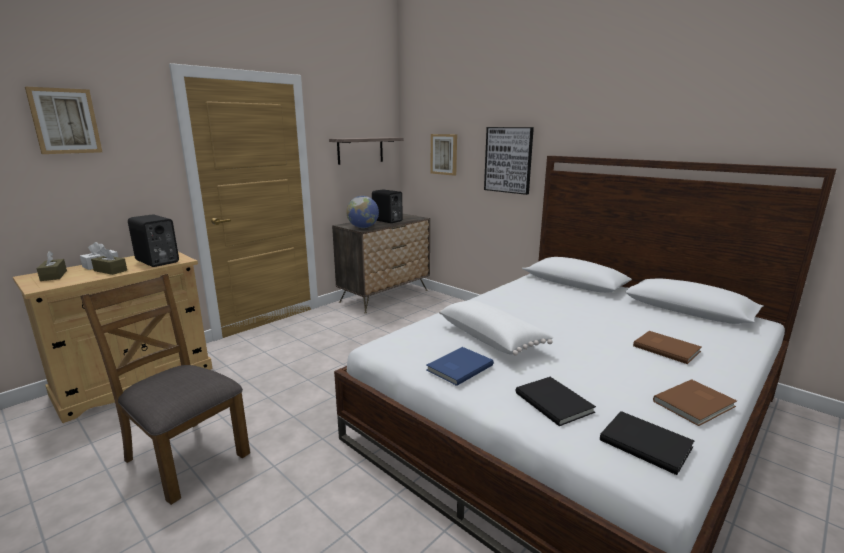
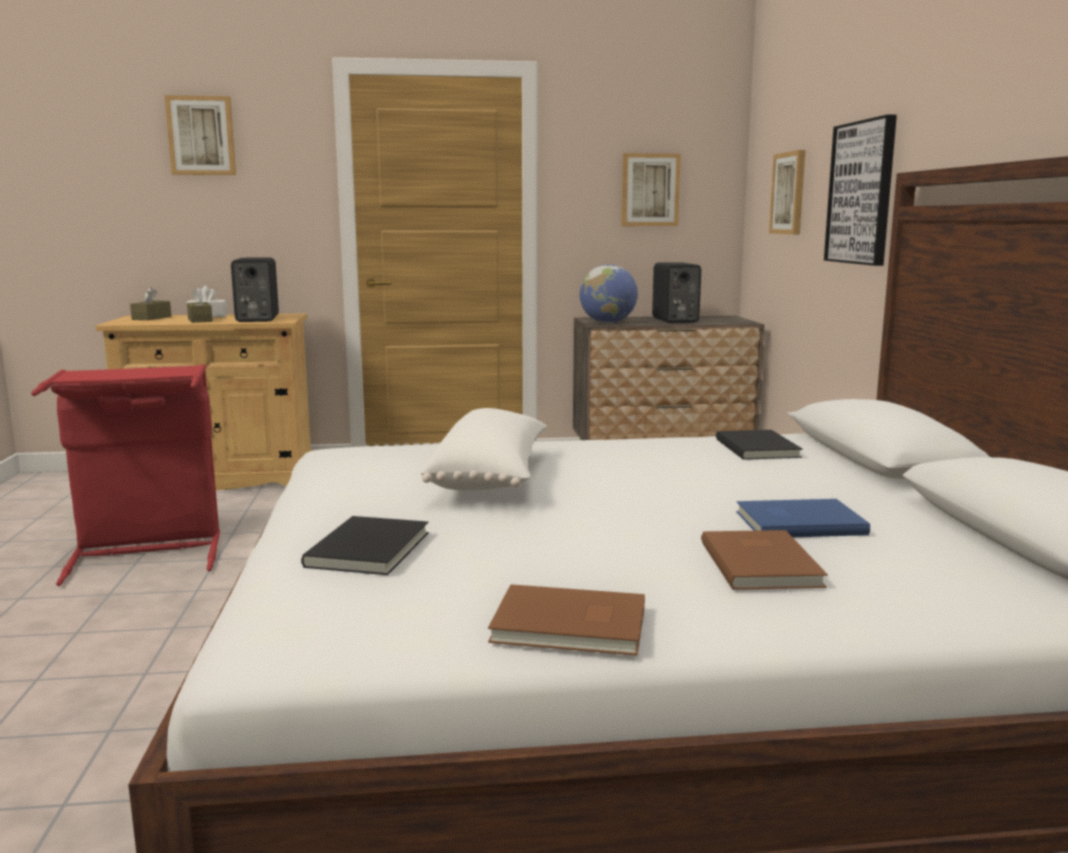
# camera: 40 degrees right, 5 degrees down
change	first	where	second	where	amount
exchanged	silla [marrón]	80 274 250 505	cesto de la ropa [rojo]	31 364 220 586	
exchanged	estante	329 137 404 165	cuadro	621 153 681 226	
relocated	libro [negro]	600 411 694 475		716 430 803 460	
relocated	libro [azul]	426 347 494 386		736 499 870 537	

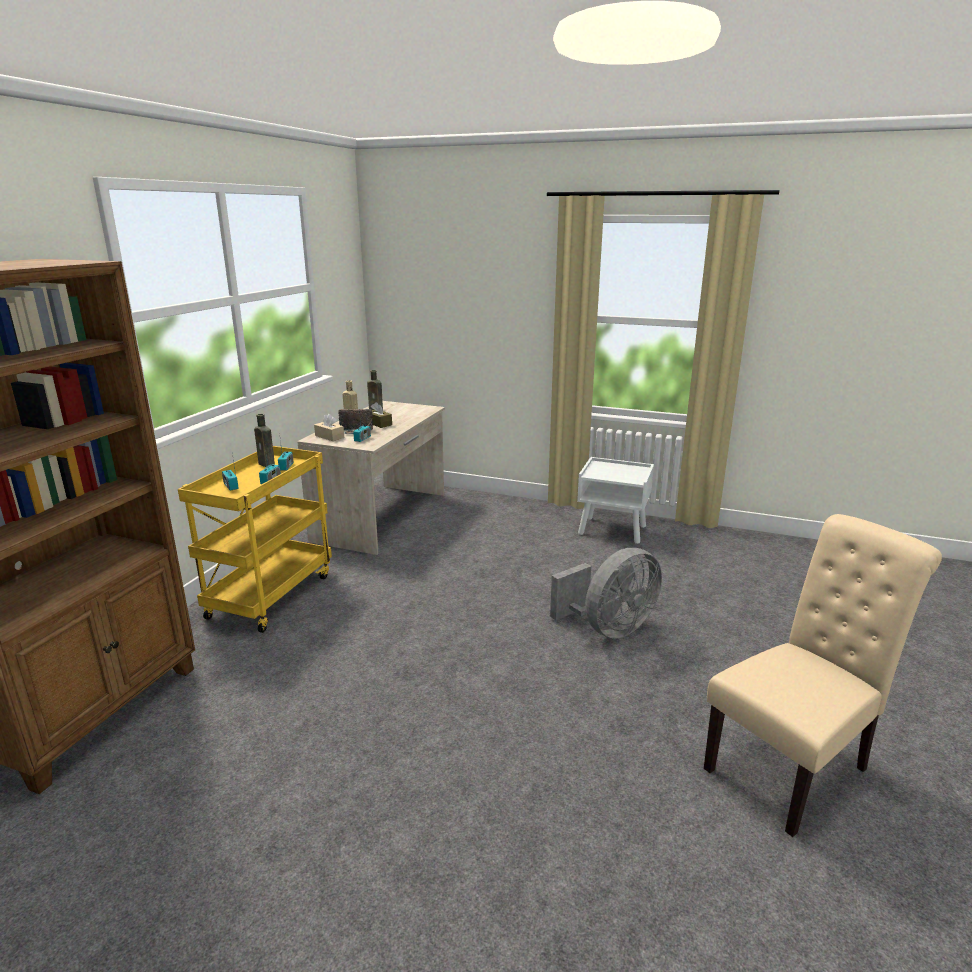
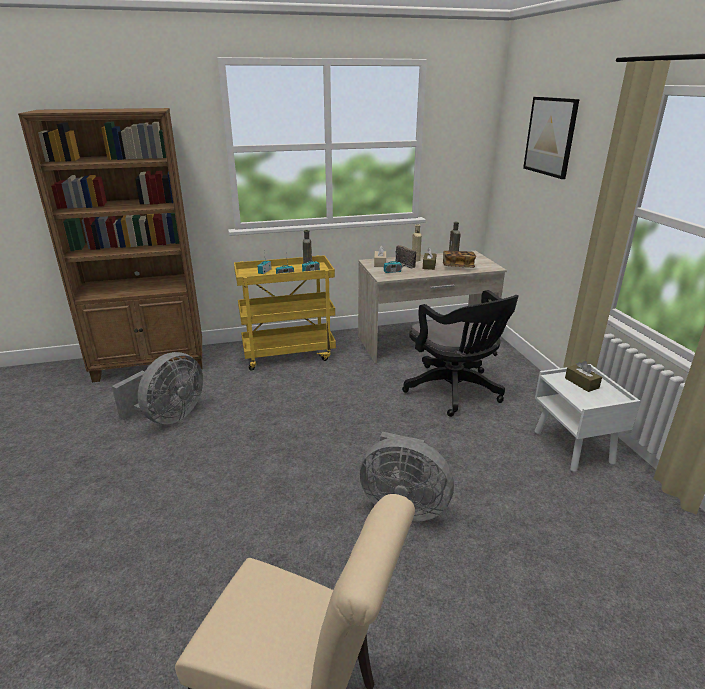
# camera: 55 degrees right, 5 degrees up
change	first	where	second	where	amount
appeared			ventilador [gris]	112 352 203 424	
appeared			silla de oficina [negro]	402 290 519 417	
appeared			libro	443 251 476 268	
appeared			cuadro	523 97 580 179	
appeared			caja de pañuelos [marrón]	565 361 602 392	

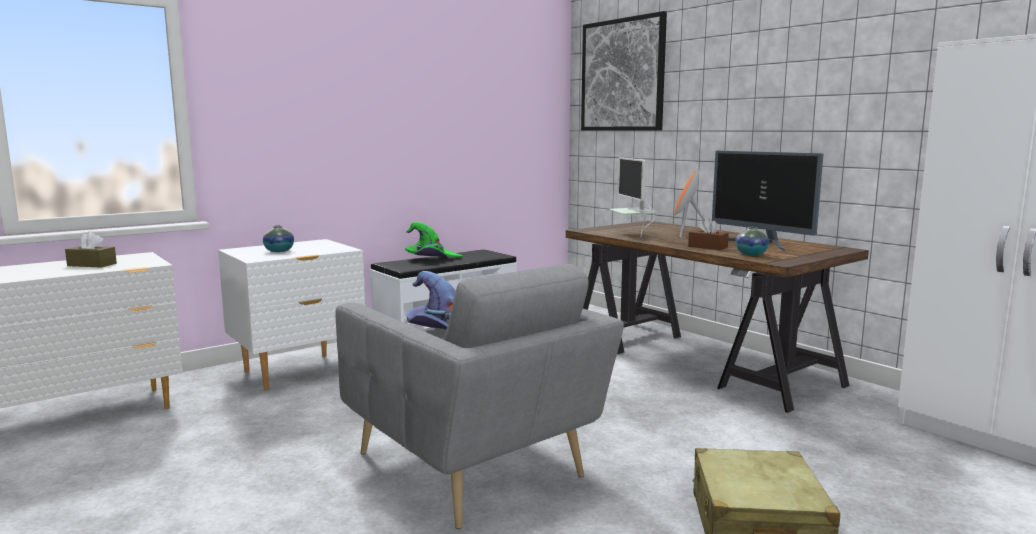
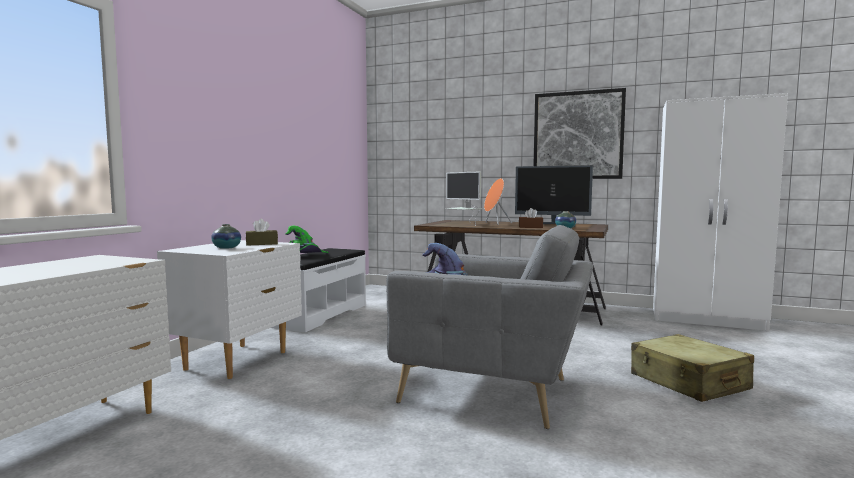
# camera: 30 degrees left, 5 degrees down
change	first	where	second	where	amount
relocated	caja de pañuelos [marrón]	65 231 117 267		246 219 278 246	
relocated	cuadro	581 11 667 131		533 88 626 179	

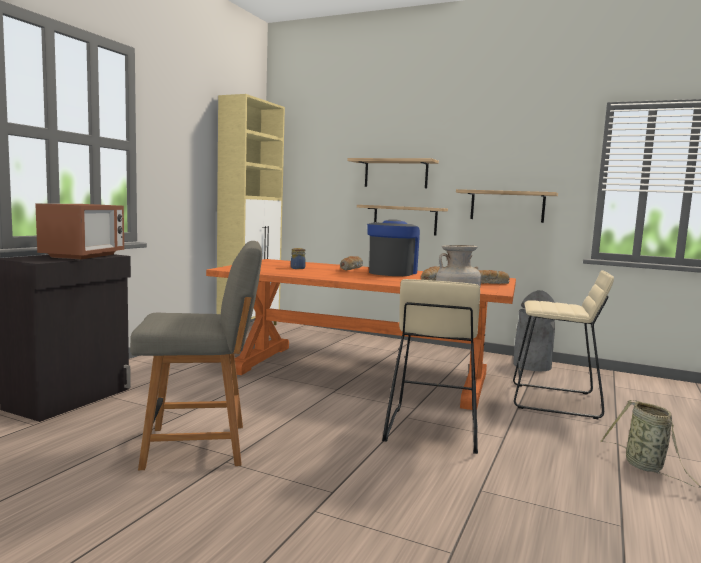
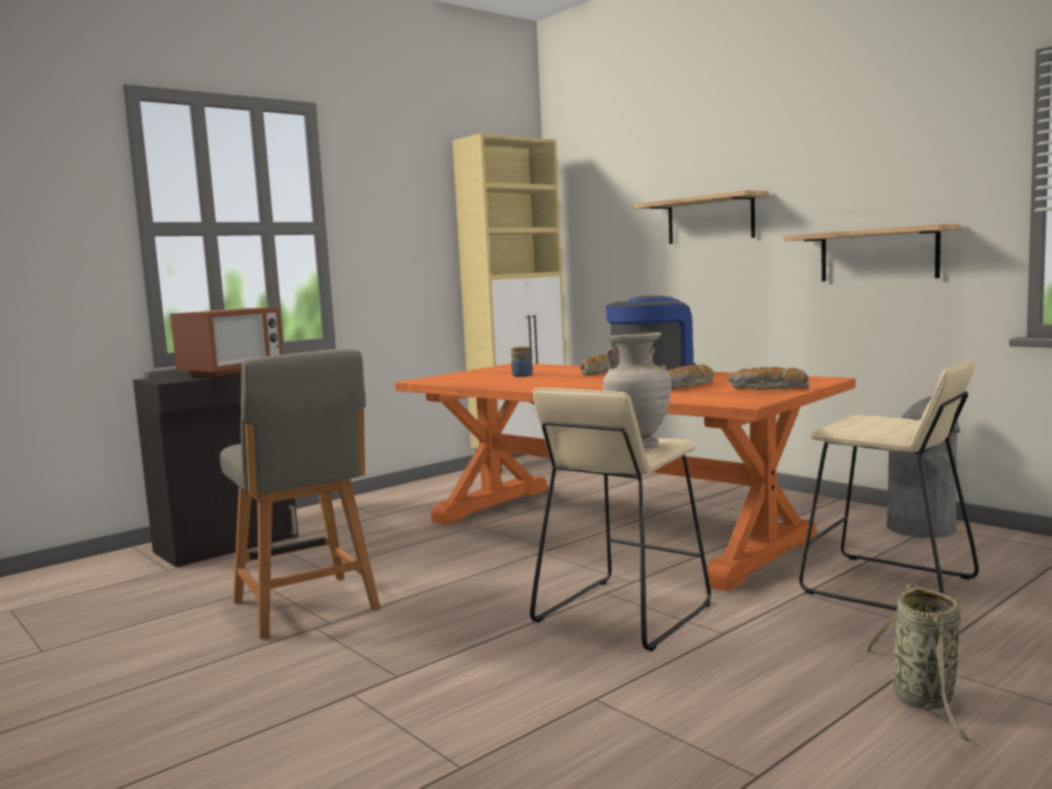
# camera: 25 degrees right, 0 degrees up
change	first	where	second	where	amount
spun	silla [gris]	130 241 262 470		220 349 381 639	45 degrees clockwise
missing	estante	357 205 448 235			

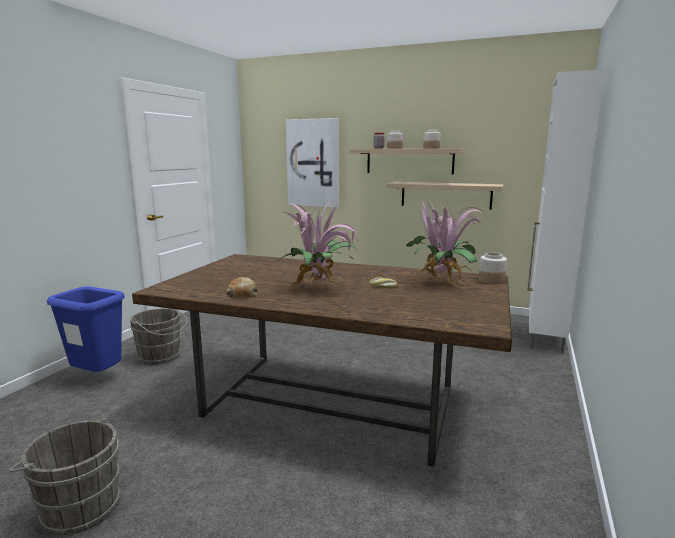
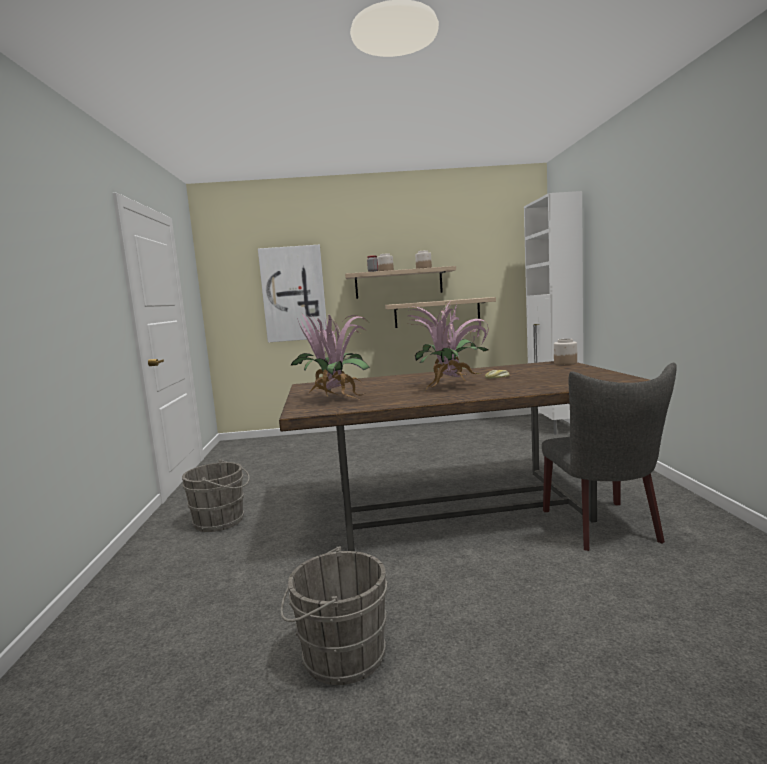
# camera: 25 degrees left, 5 degrees down
change	first	where	second	where	amount
relocated	planta en maceta	406 199 486 291		291 312 370 400	
appeared			silla [gris]	542 363 677 551	
missing	papelera [azul]	47 286 125 372			
missing	pan	226 277 257 299			

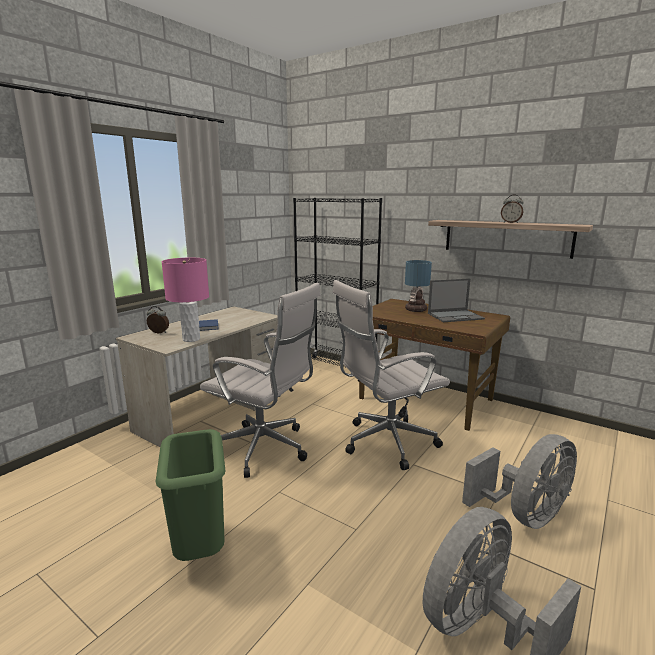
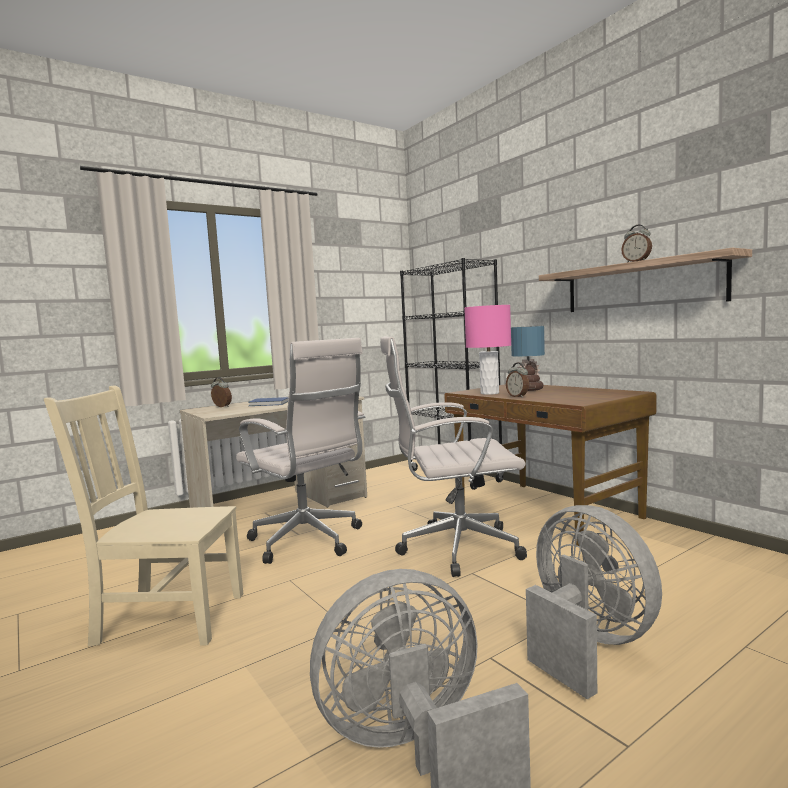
# camera: 20 degrees right, 10 degrees down
change	first	where	second	where	amount
exchanged	papelera [verde]	156 429 226 561	silla [beis]	44 385 243 646	
relocated	lámpara de mesa [rosa]	161 258 209 342		464 305 511 395	
appeared			despertador	506 363 529 398	
spun	ventilador [gris]	462 434 577 529		526 505 662 699	105 degrees counterclockwise
missing	portátil	428 279 485 322			

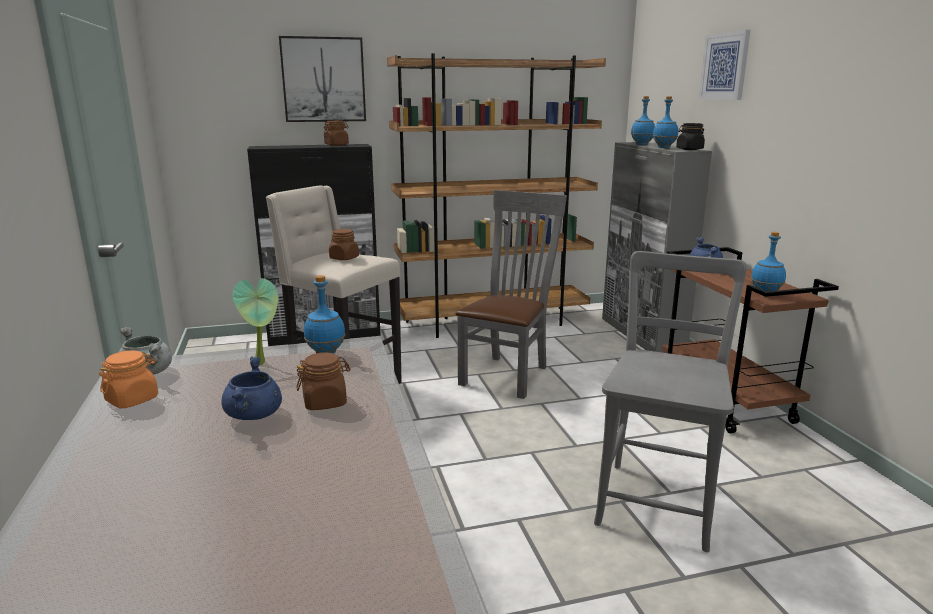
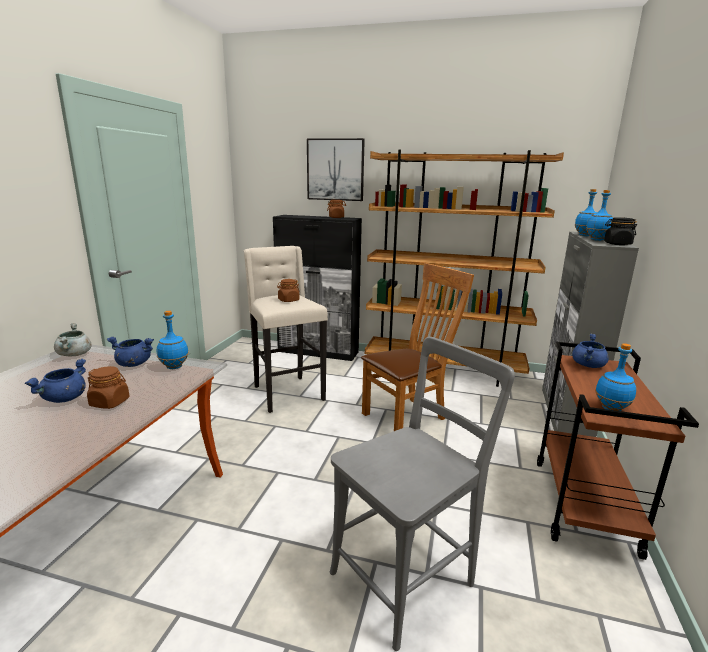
# camera: 30 degrees right, 0 degrees up
change	first	where	second	where	amount
exchanged	planta en maceta	232 278 278 365	olla [azul]	107 337 154 367	
colour	silla [gris]	455 190 567 399	silla [marrón]	361 263 474 431	
missing	tarro [naranja]	99 350 158 408			
missing	cuadro	699 30 751 100			

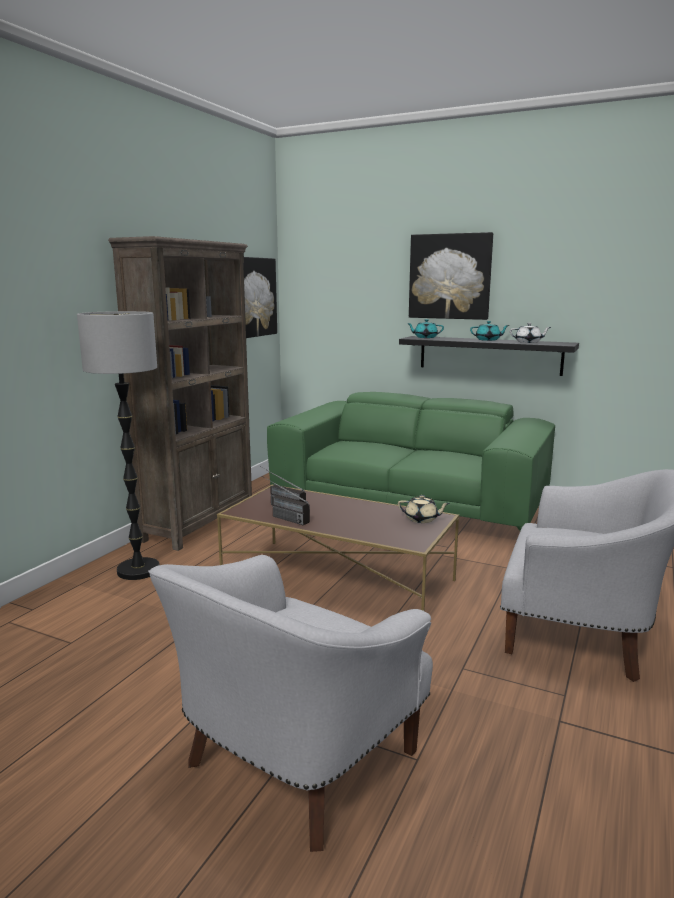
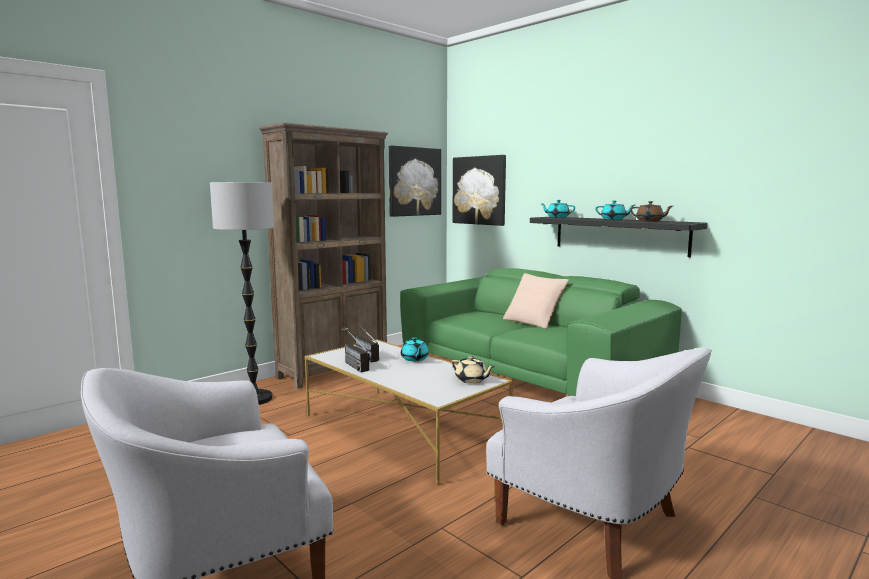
# camera: 20 degrees right, 5 degrees down
change	first	where	second	where	amount
colour	mesa de centro [marrón]	217 485 459 611	mesa de centro [blanco]	304 339 513 486	
appeared			tetera [turquesa]	401 337 429 361	
relocated	cuadro	409 232 493 320		452 155 506 226	
appeared			cojín [beis]	503 273 569 329	
colour	tetera [blanco]	510 323 551 343	tetera [marrón]	630 201 673 222	

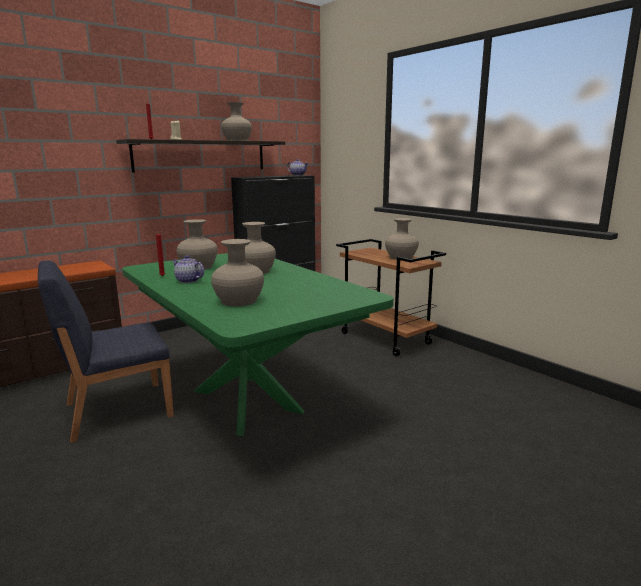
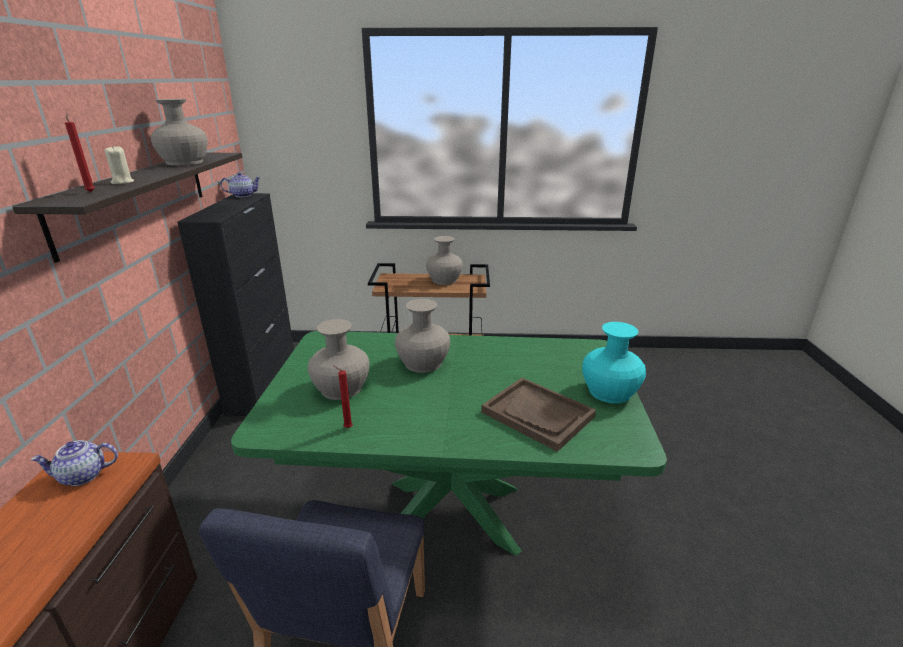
# camera: 50 degrees left, 10 degrees up
change	first	where	second	where	amount
relocated	tetera	172 255 204 283		30 440 118 486	
exchanged	florero [beis]	211 239 264 306	bandeja [marrón]	481 378 596 452	
appeared			florero [turquesa]	582 322 646 403	

